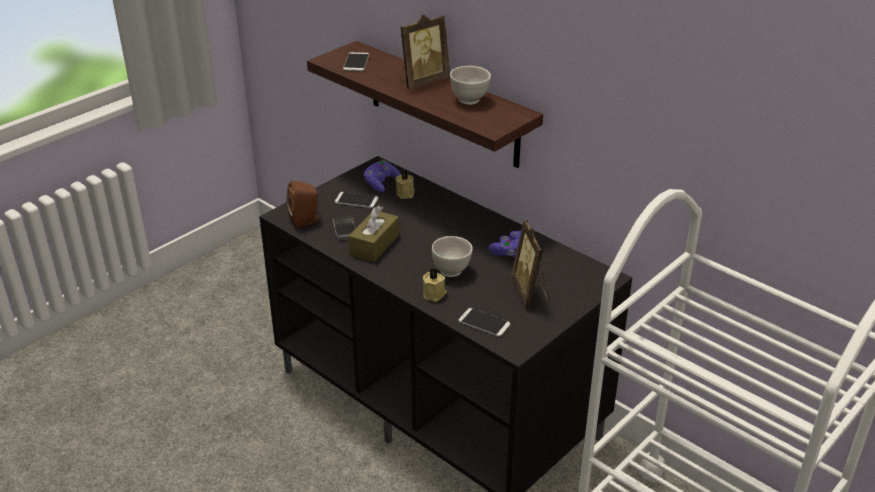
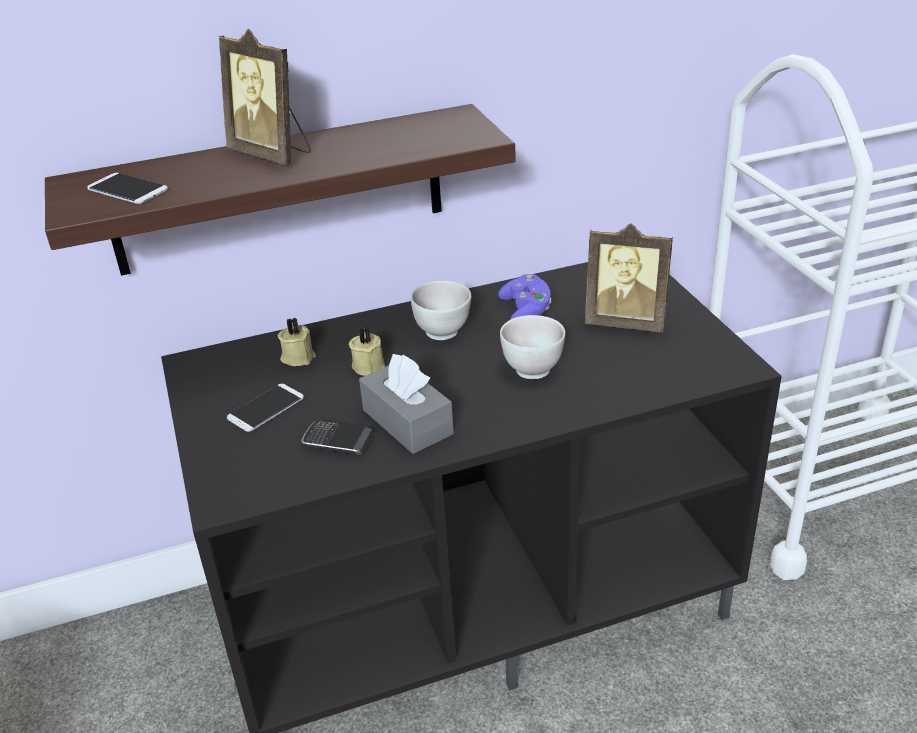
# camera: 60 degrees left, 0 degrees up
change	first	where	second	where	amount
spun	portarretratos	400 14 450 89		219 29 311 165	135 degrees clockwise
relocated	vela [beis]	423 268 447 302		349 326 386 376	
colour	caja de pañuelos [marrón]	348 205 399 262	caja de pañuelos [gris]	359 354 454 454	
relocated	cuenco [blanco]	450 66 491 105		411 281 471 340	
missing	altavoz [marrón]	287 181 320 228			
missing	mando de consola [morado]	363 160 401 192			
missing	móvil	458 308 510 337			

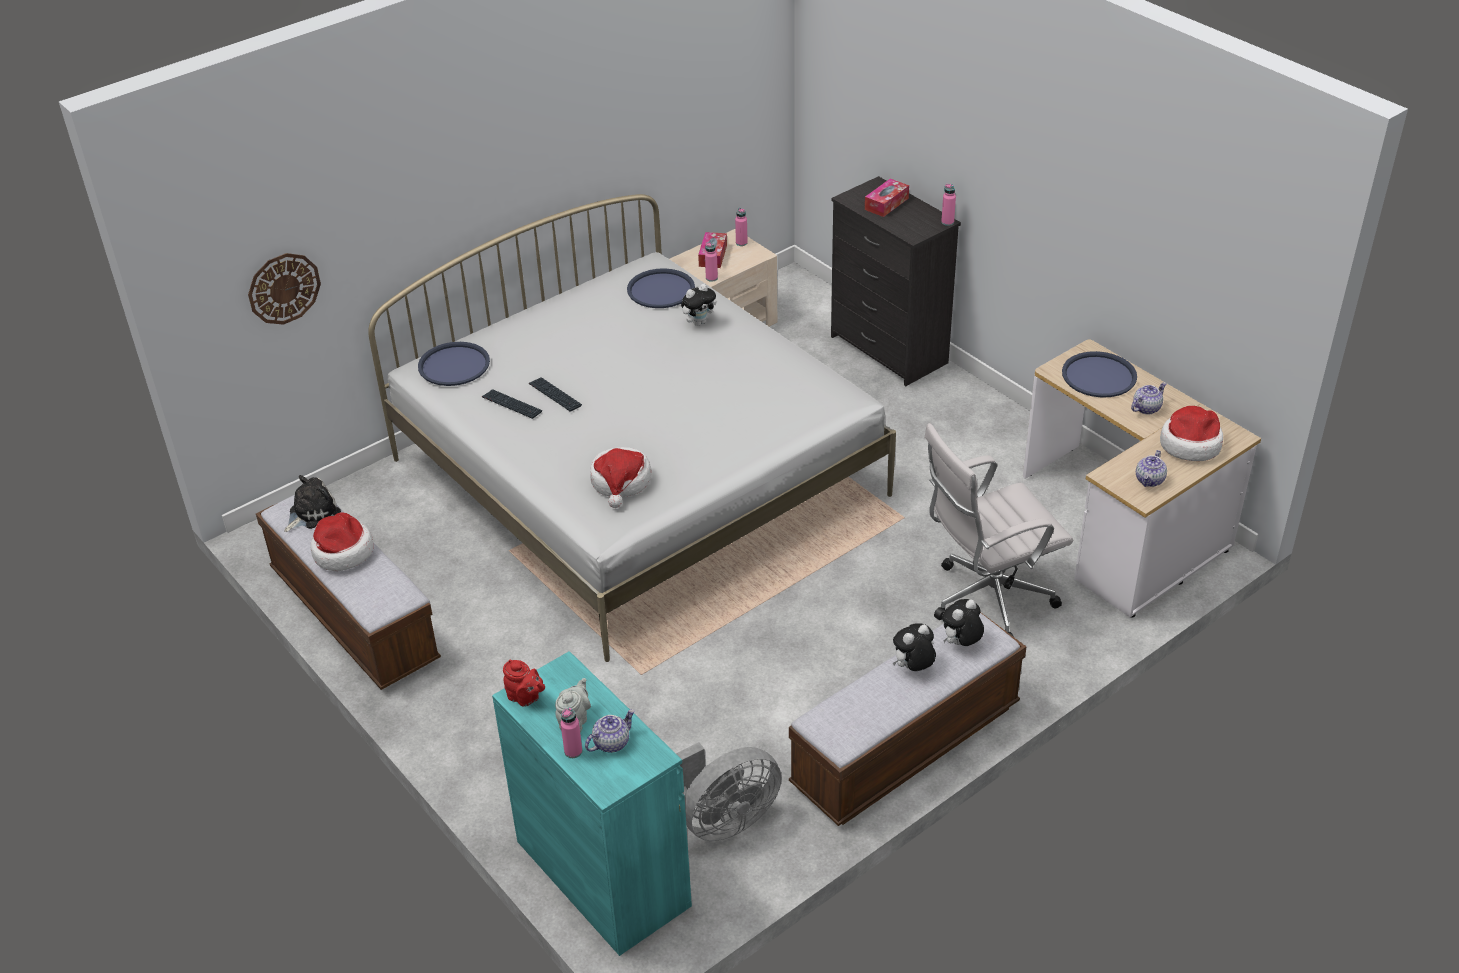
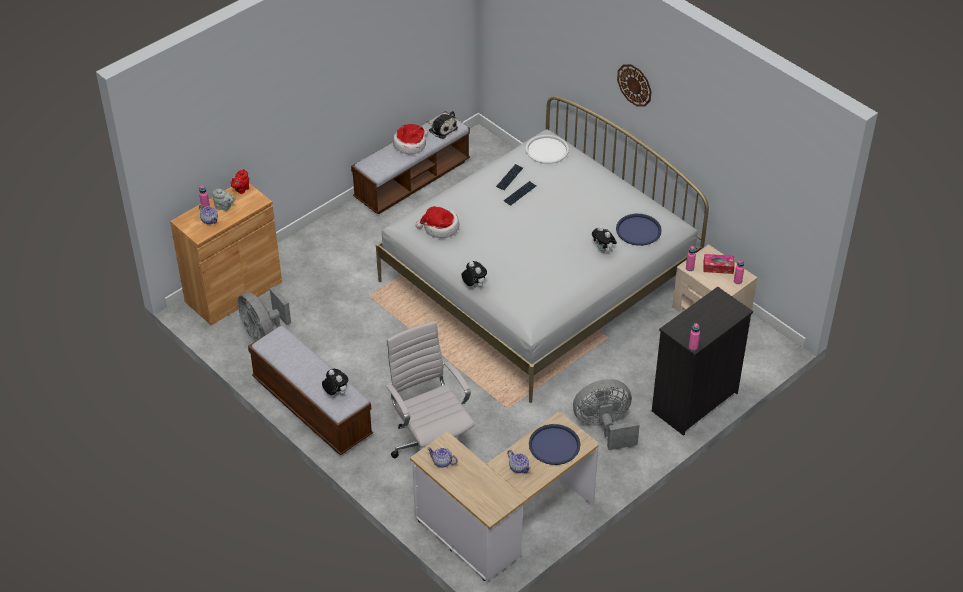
# camera: 85 degrees right, 5 degrees up
change	first	where	second	where	amount
colour	armario [turquesa]	492 651 692 956	armario [marrón]	170 183 282 325	
relocated	peluche	893 623 936 671		461 261 487 287	
colour	bandeja [azul]	418 342 490 386	bandeja [blanco]	526 135 569 164	
appeared			ventilador [gris]	573 379 640 450	
relocated	reloj de pared	248 253 321 325		617 64 652 107	
missing	caja de pañuelos	865 178 909 217			
missing	sombrero	1160 406 1223 461			

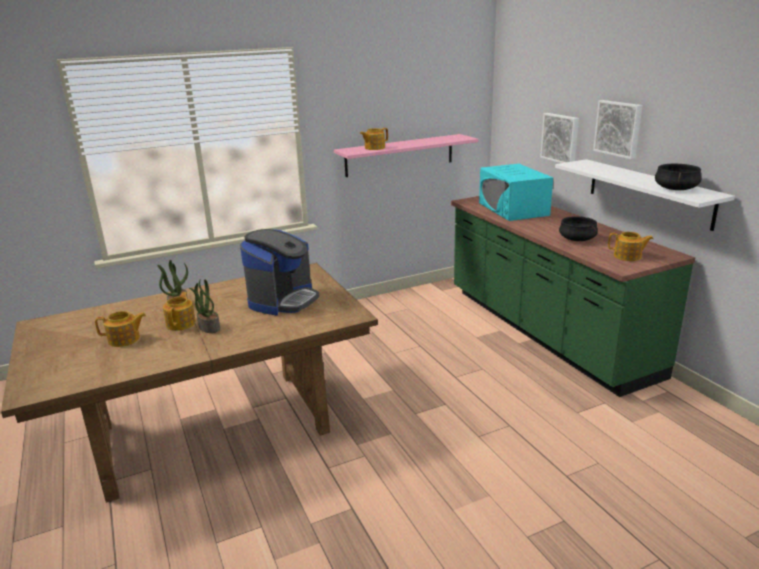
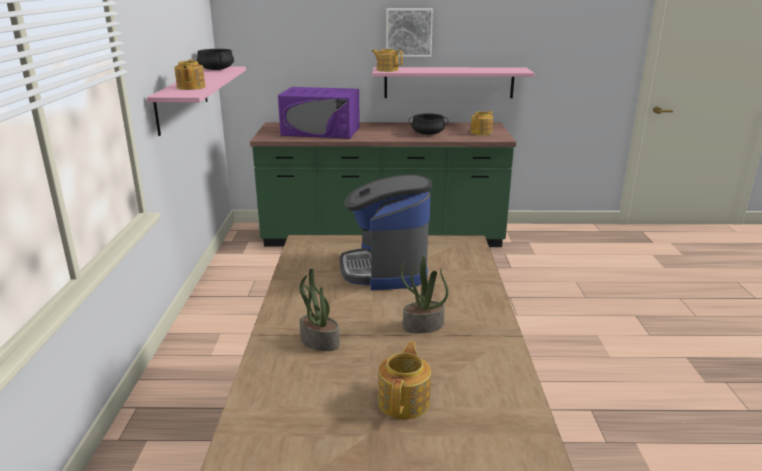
# camera: 65 degrees left, 0 degrees up
change	first	where	second	where	amount
relocated	olla [negro]	655 164 701 190		197 49 234 70	
colour	microondas [turquesa]	479 164 553 221	microondas [morado]	278 87 360 139	
spun	cafetera	240 229 319 315		340 174 432 290	150 degrees counterclockwise
relocated	tetera	163 292 196 331		372 49 403 72	
colour	estante [blanco]	555 159 735 231	estante [rosa]	372 67 535 98	
missing	cuadro	540 113 579 163			

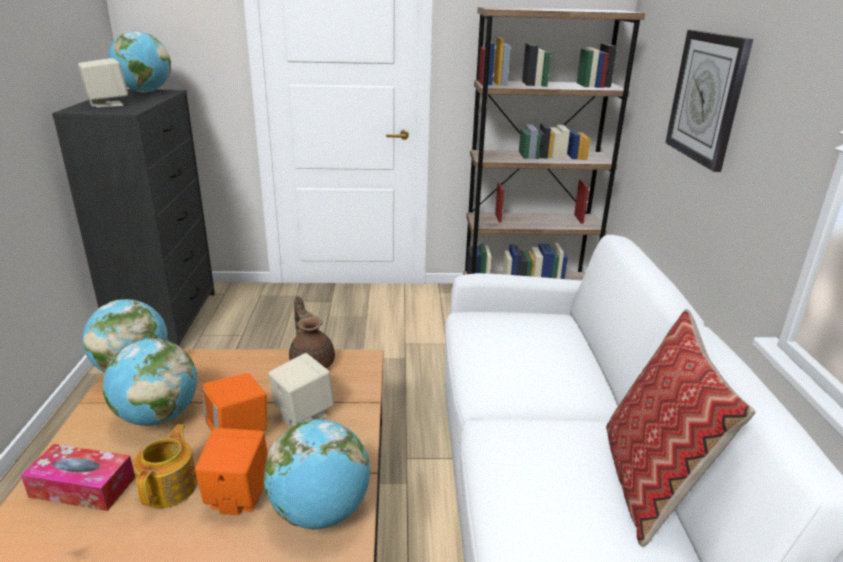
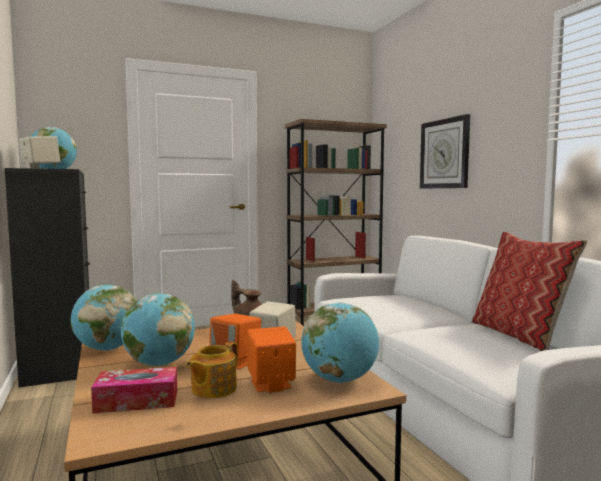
# camera: 20 degrees left, 20 degrees down
change	first	where	second	where	amount
spun	tetera	133 424 197 508		186 341 238 398	135 degrees counterclockwise

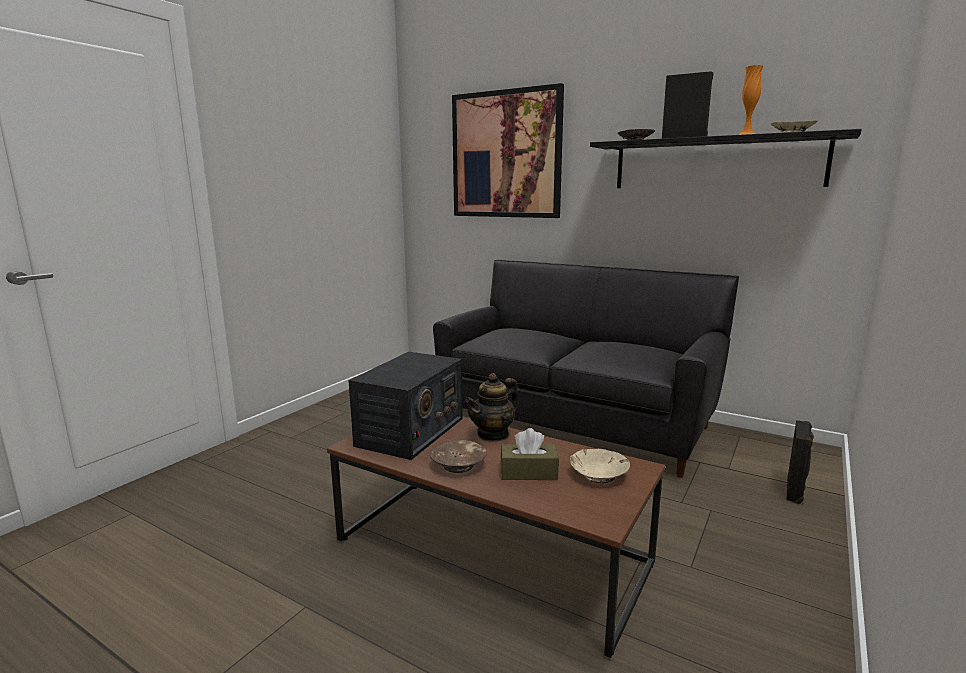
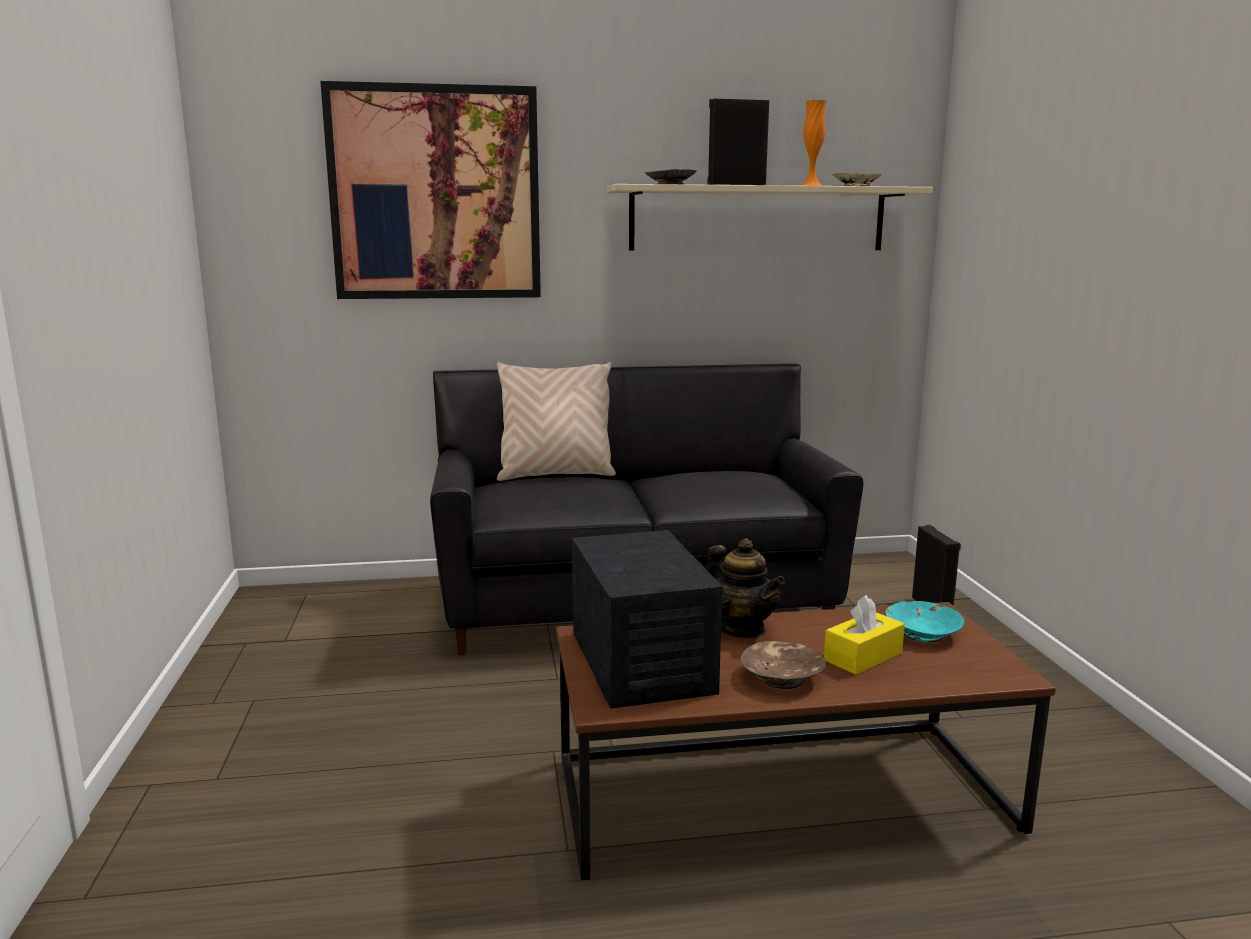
# camera: 40 degrees left, 0 degrees up
change	first	where	second	where	amount
appeared			cojín [beis]	497 362 616 481	
colour	estante [negro]	590 129 862 188	estante [beis]	606 184 933 251	
spun	tetera	465 373 519 442		707 538 785 638	45 degrees counterclockwise
colour	caja de pañuelos [marrón]	501 428 559 480	caja de pañuelos [amarillo]	824 595 905 675	
colour	cuenco [beis]	570 449 630 483	cuenco [turquesa]	885 601 964 642	

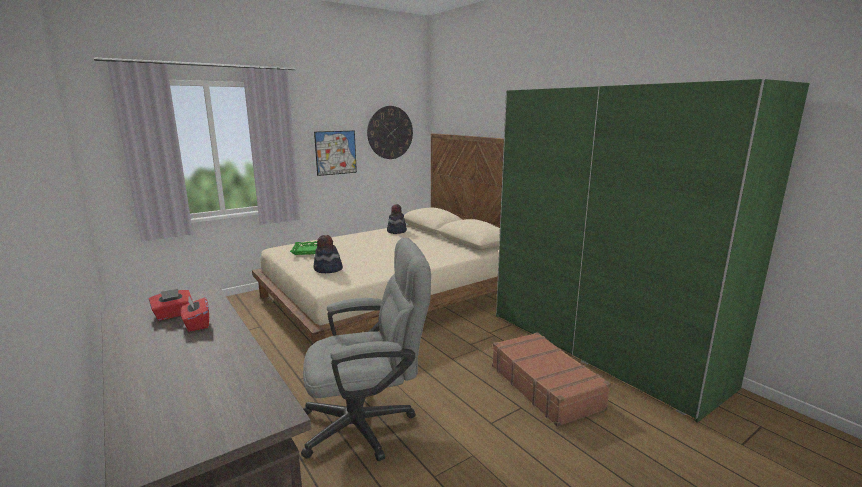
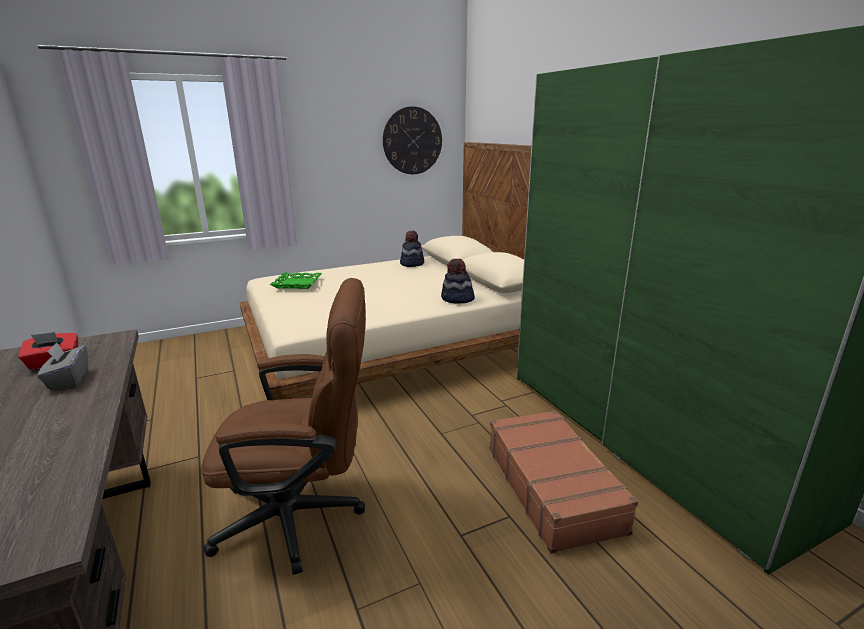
# camera: 10 degrees right, 5 degrees up
change	first	where	second	where	amount
colour	caja de pañuelos [rojo]	181 296 209 332	caja de pañuelos [gris]	37 342 88 390	
colour	silla de oficina [gris]	301 238 431 461	silla de oficina [marrón]	201 278 366 575	
relocated	sombrero	313 235 343 273		441 259 475 304	
missing	cuadro	314 131 357 176			

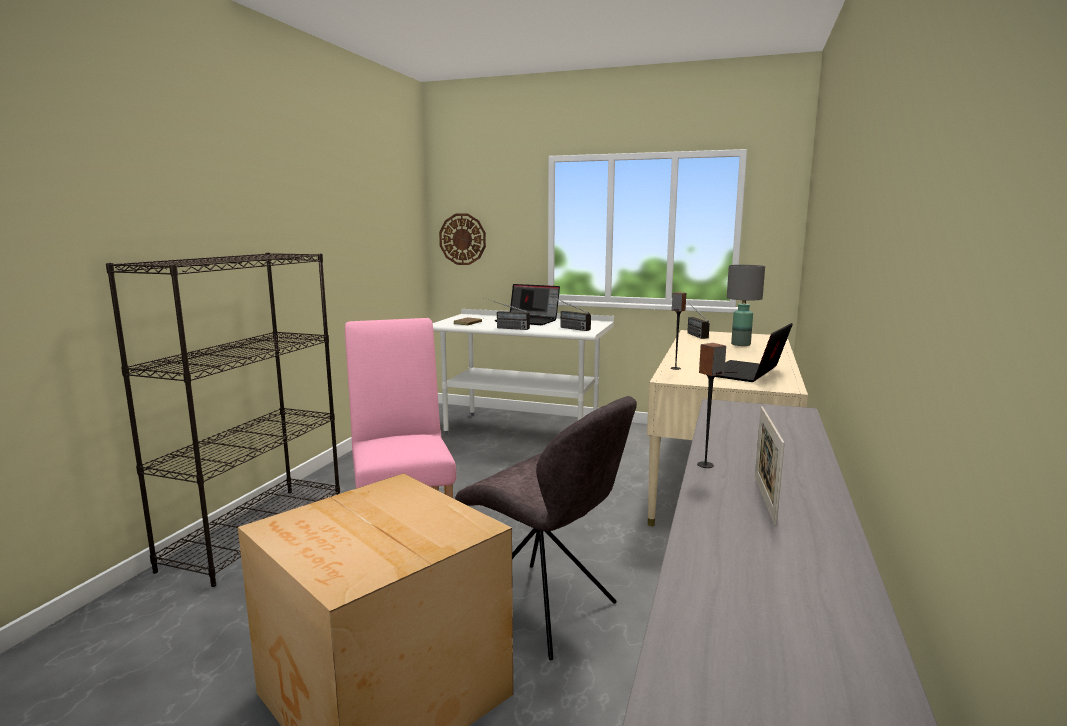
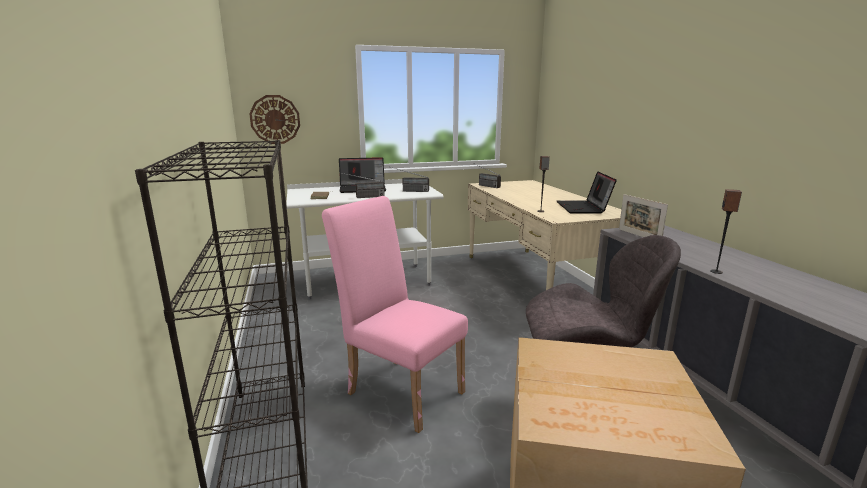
# camera: 35 degrees left, 5 degrees up
change	first	where	second	where	amount
relocated	portarretratos	755 406 785 525		619 194 668 237	
missing	lámpara de mesa [gris]	727 265 765 346			

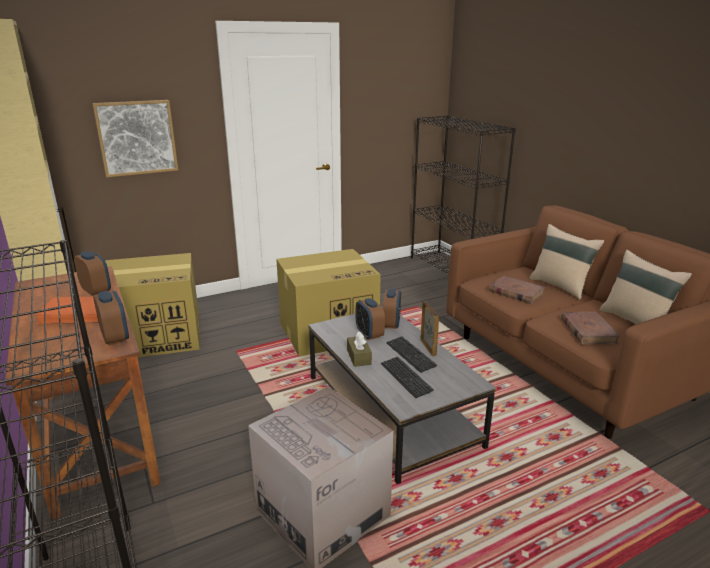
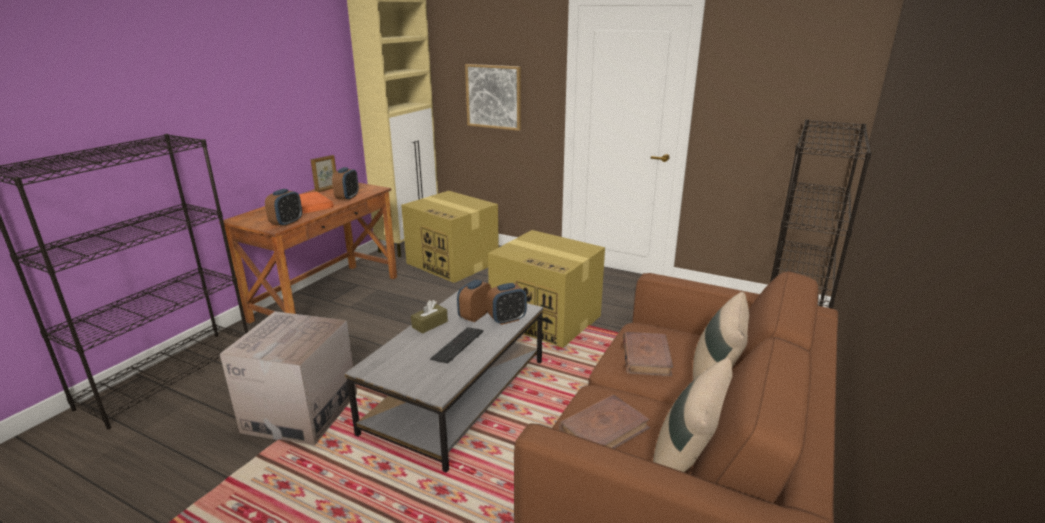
# camera: 55 degrees right, 0 degrees up
change	first	where	second	where	amount
relocated	portarretratos	421 302 439 356		311 155 336 192	
missing	teclado	381 357 434 398			

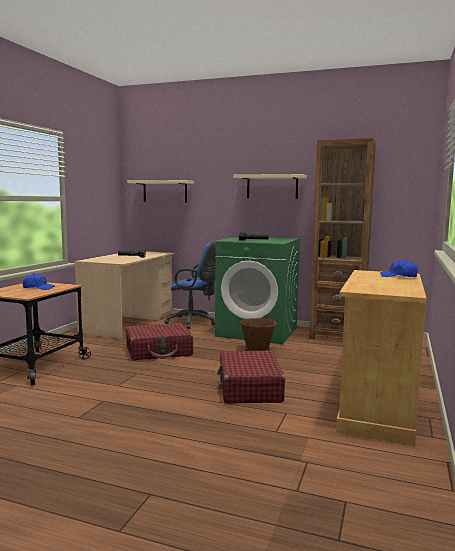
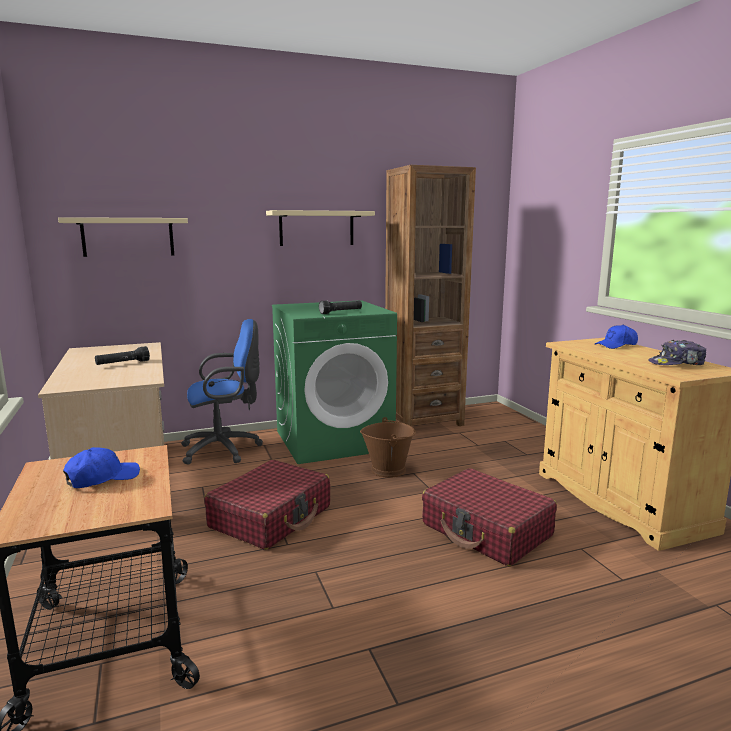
# camera: 40 degrees left, 5 degrees up
change	first	where	second	where	amount
appeared			gorra	648 340 706 365	

